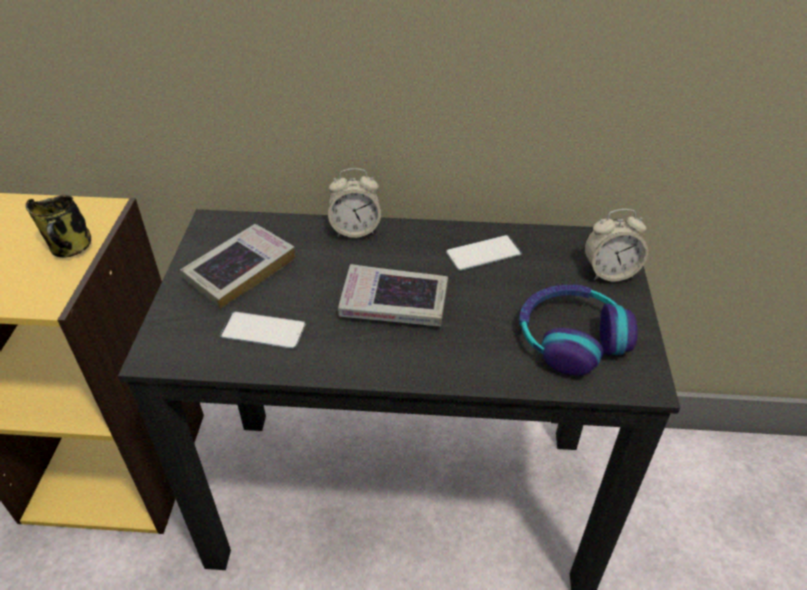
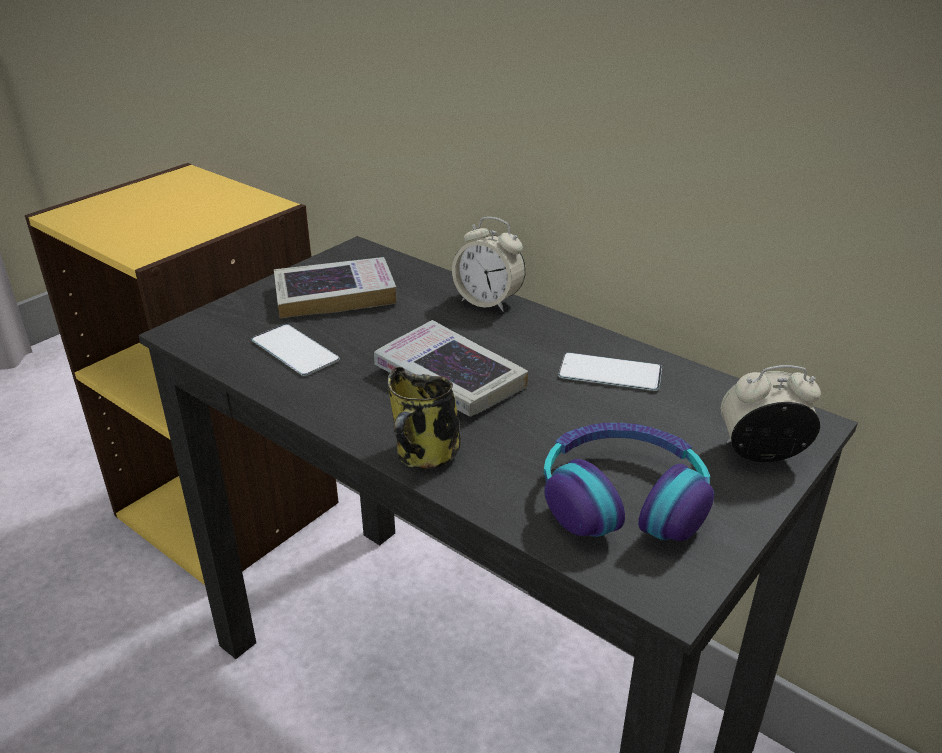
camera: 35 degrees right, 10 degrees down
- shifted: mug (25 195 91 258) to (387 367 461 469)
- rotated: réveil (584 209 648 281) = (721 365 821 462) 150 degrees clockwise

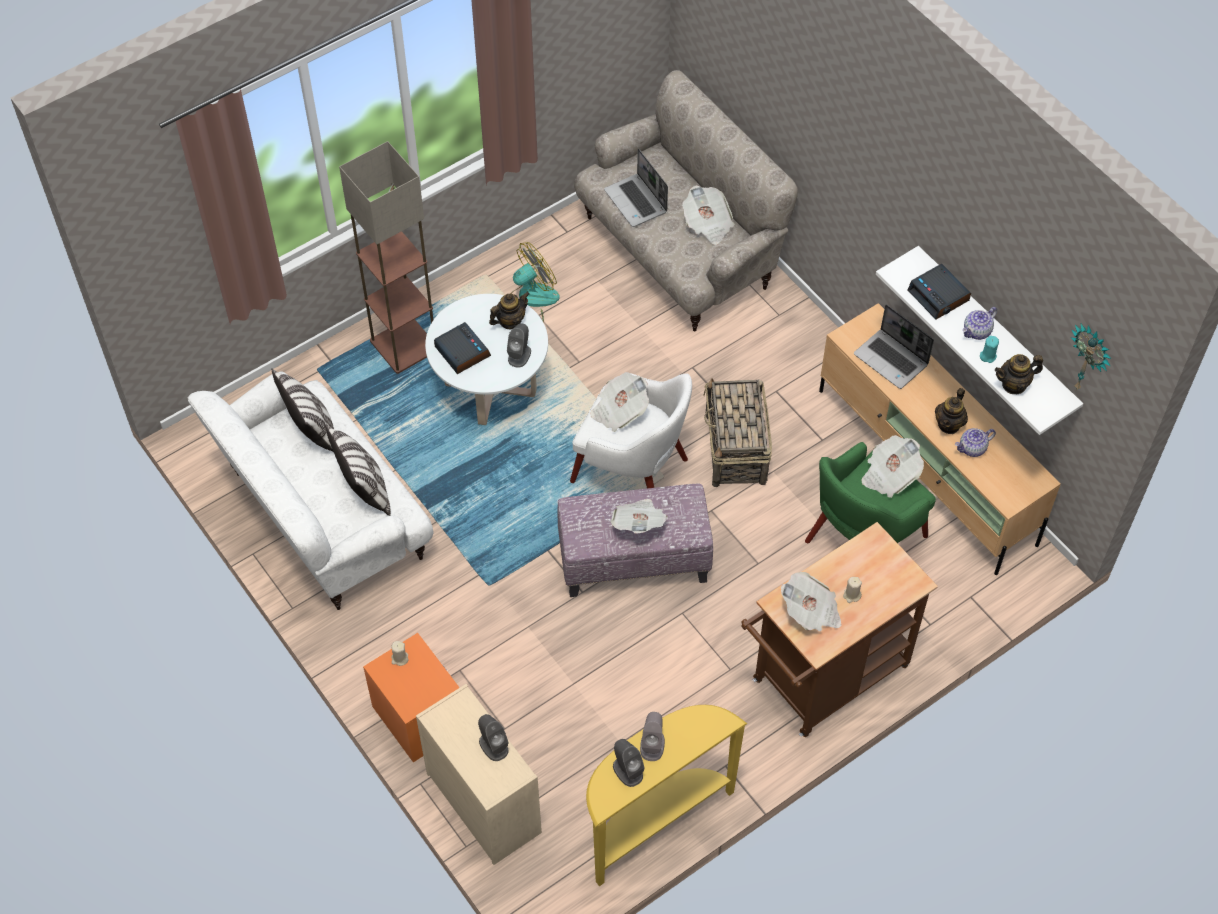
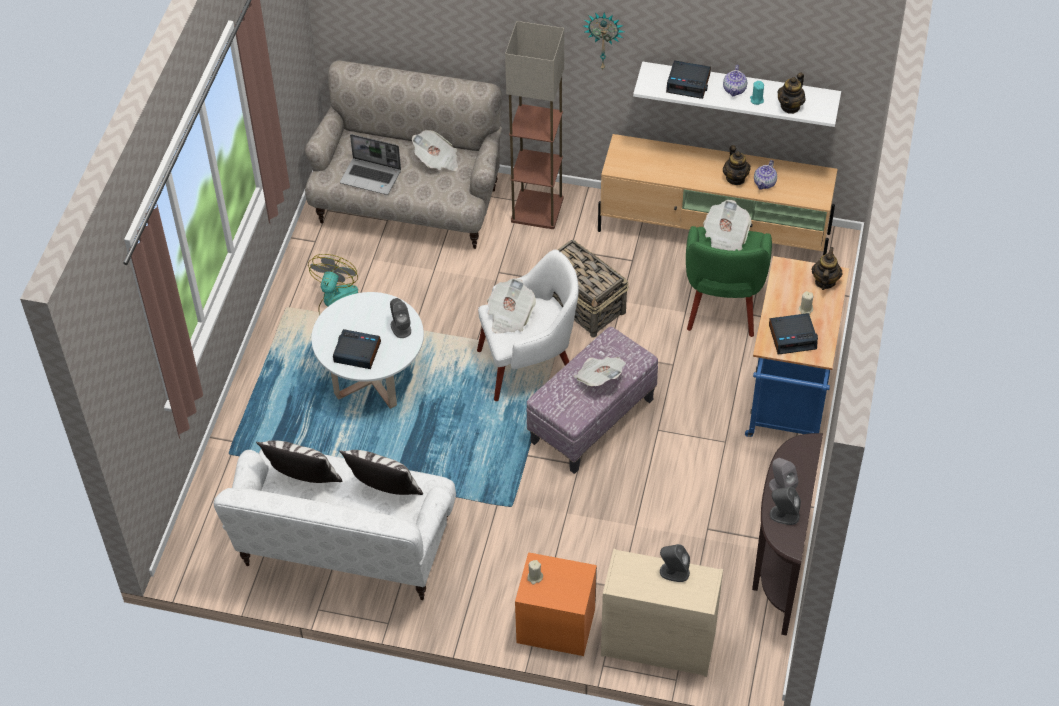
camera: 40 degrees left, 5 degrees down
- shifted: lampadaire (339 141 433 374) to (505 21 564 229)
- shifted: théière (489 292 530 329) to (812 247 842 290)
- repainted: table console [jaune] (586 705 747 886) to table console [marron] (752 433 823 636)
- repainted: chariot [marron] (741 522 938 737) to chariot [bleu] (745 256 849 437)
- swapped: journal (781 572 842 631) to réveil (769 313 818 355)
- gone: ordinateur portable (854 305 934 389)
- shifted: horloge murale (1071 323 1111 390) to (584 12 624 70)

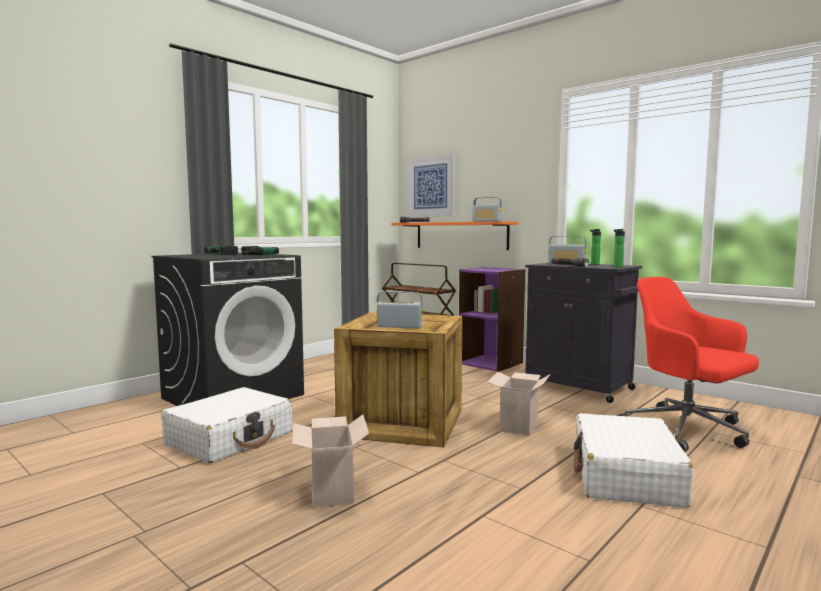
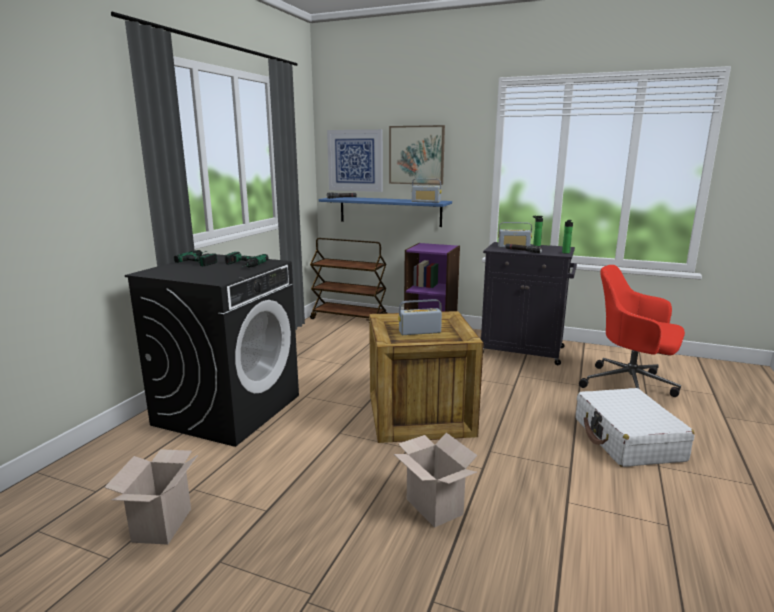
camera: 20 degrees left, 10 degrees up
- gone: valise [blanc] (161 387 292 463)
- repainted: étagère [orange] (391 221 519 250) to étagère [bleu] (319 197 452 227)
- shifted: carton (488 372 550 436) to (104 449 198 545)
- new: tableau (389 125 445 185)

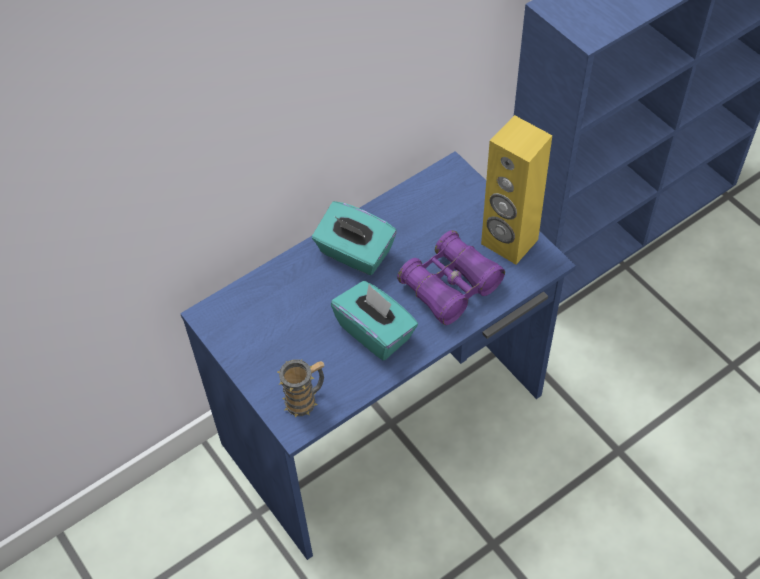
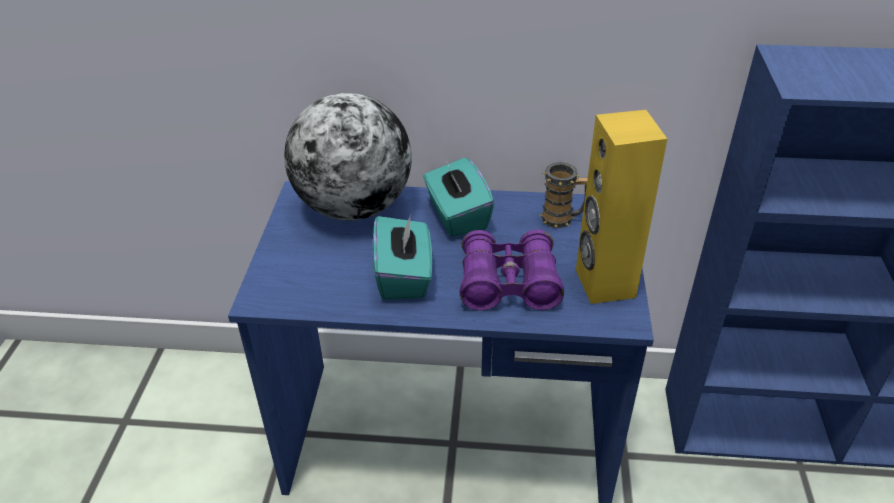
camera: 40 degrees right, 15 degrees down
- shifted: mug (278 360 325 417) to (540 162 588 228)
- new: globe (284 93 412 221)

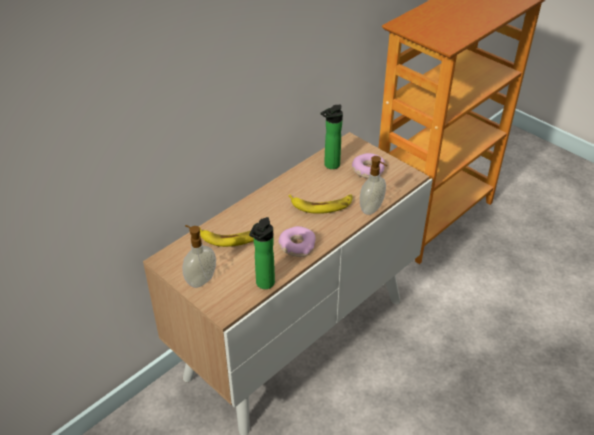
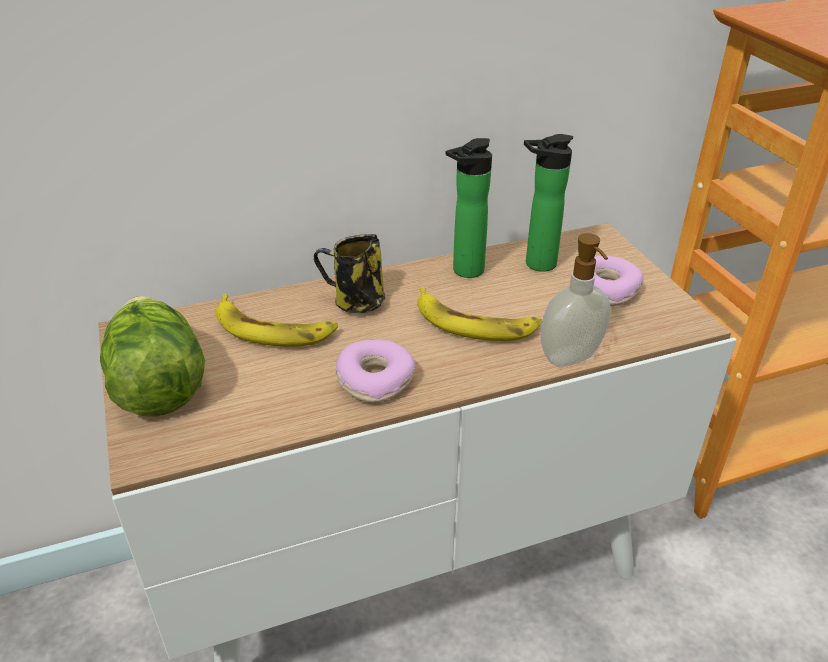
camera: 25 degrees right, 5 degrees down
- swapped: distributeur de savon (182 225 216 288) to laitue (100 296 205 416)
- shifted: bouteille (249 217 275 289) to (445 138 492 278)
- new: mug (314 234 385 313)

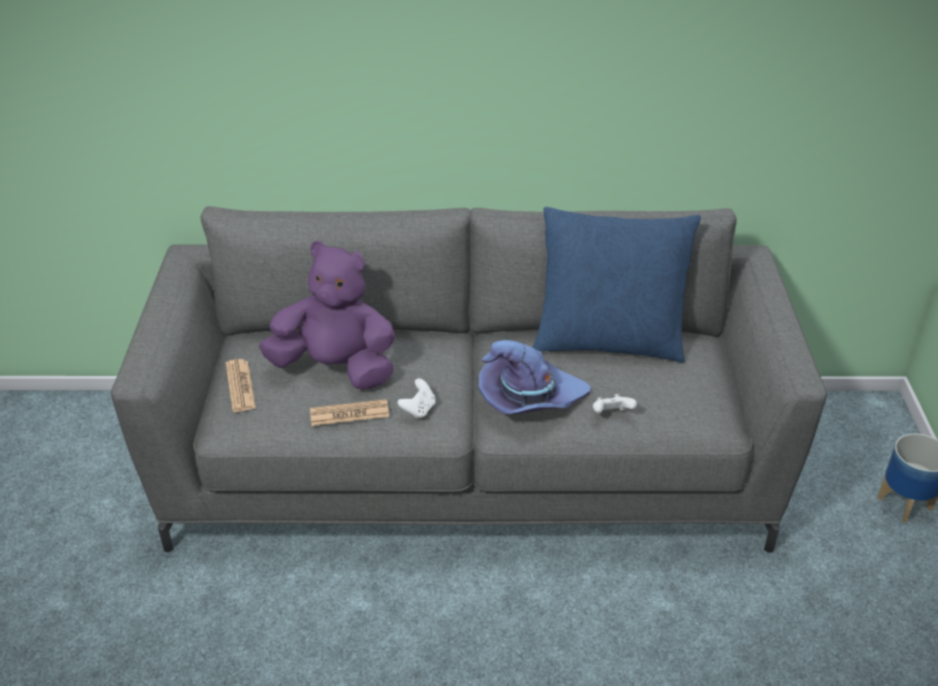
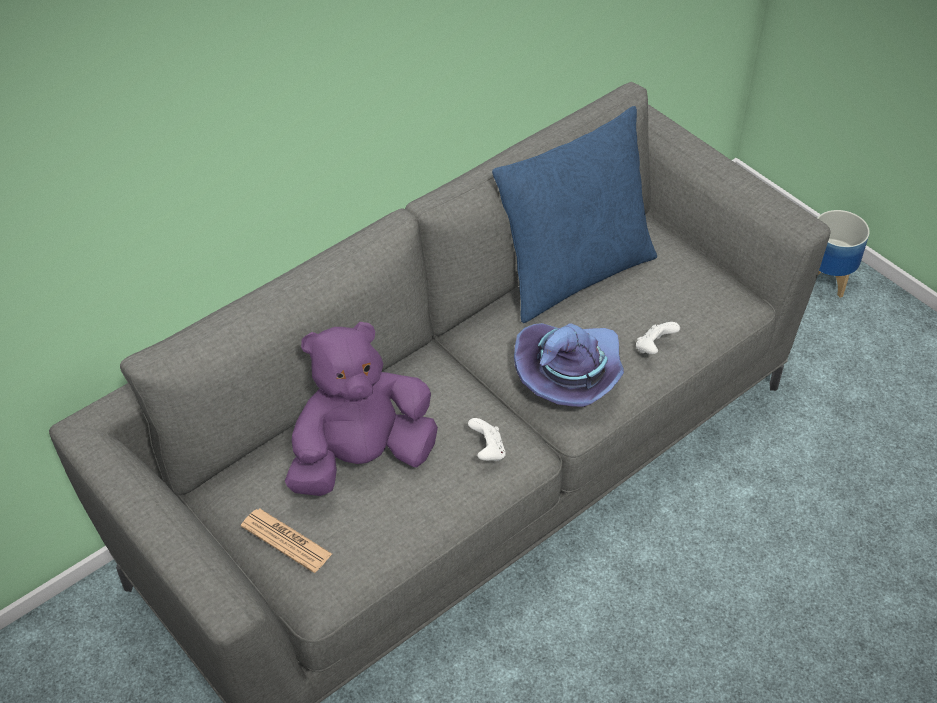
camera: 40 degrees left, 10 degrees up
- gone: journal (310 399 390 426)

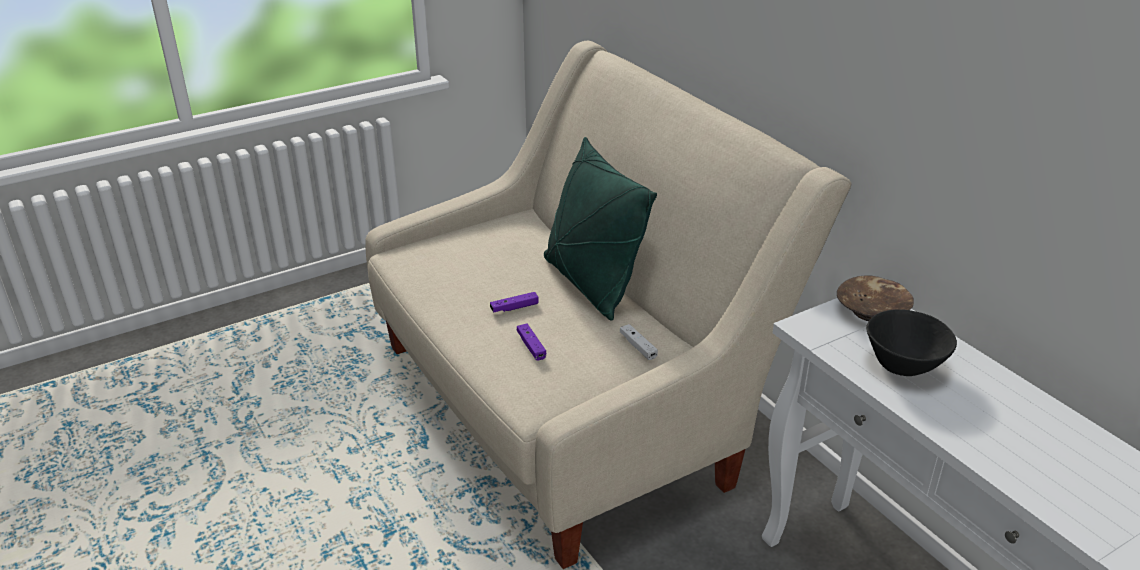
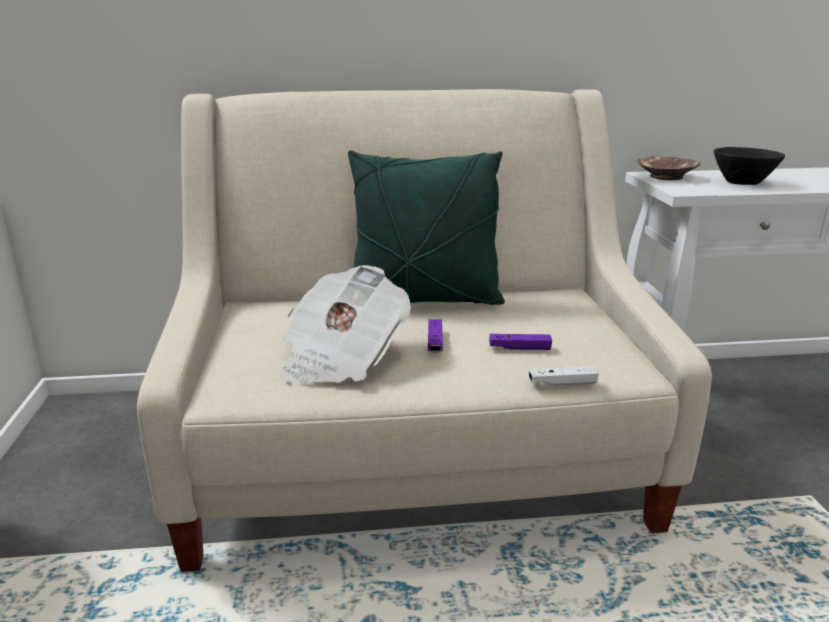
camera: 65 degrees left, 10 degrees down
- shifted: manette [blanc] (620 324 658 360) to (529 366 599 386)
- new: journal (281 265 411 384)

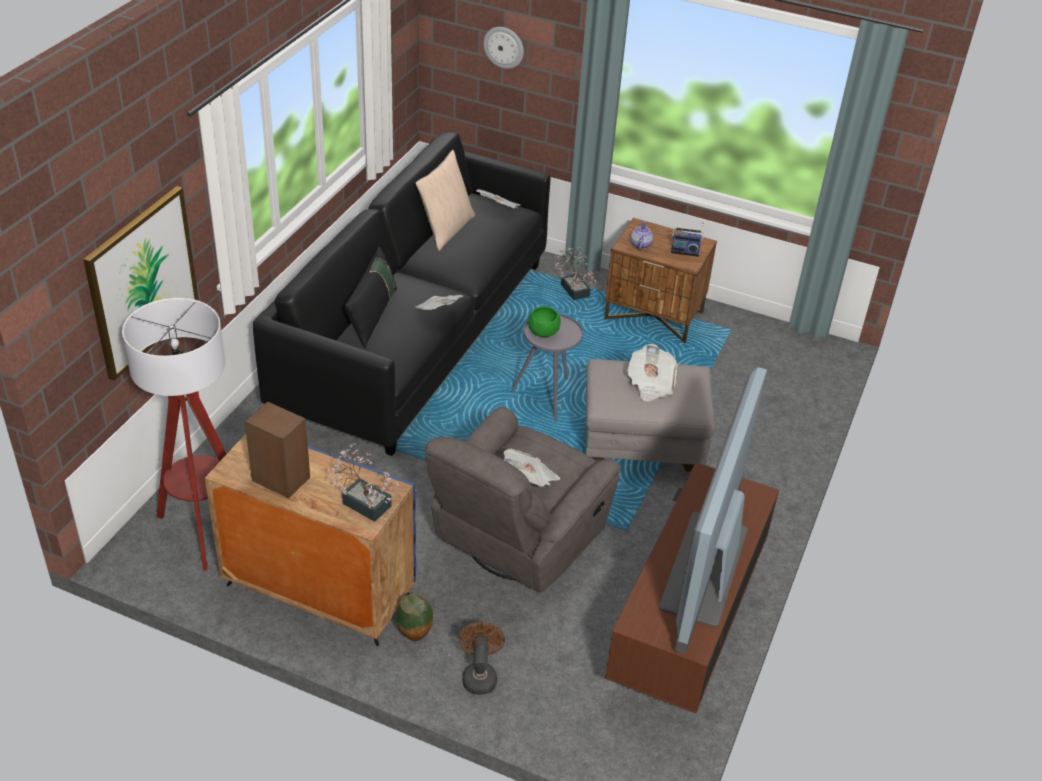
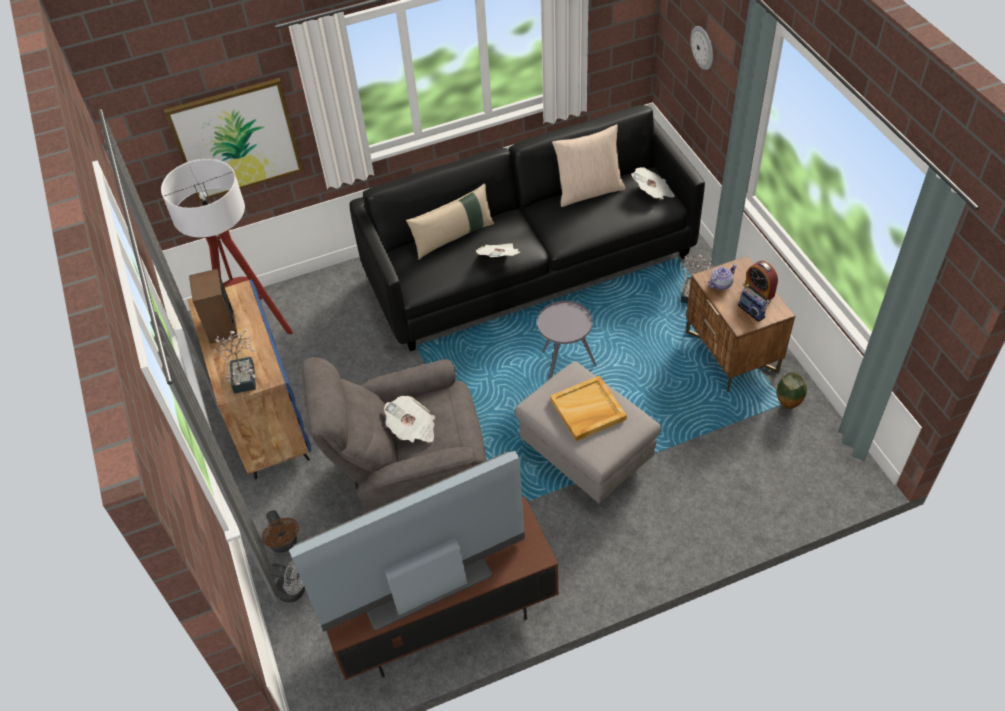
camera: 50 degrees right, 10 degrees up
- repainted: coussin [noir] (345 247 397 348) to coussin [beige] (406 183 495 260)
- shifted: vase (396 593 433 641) to (777 372 807 409)
- rotated: ventilateur [marron] (458 622 505 695) = (262 510 299 553) 105 degrees clockwise
- gone: bol [vert] (528 306 561 337)
- swapped: journal (627 344 678 401) to plateau [beige] (550 375 627 441)
- new: ventilateur [gris] (269 559 305 603)
- new: réveil (745 261 778 302)

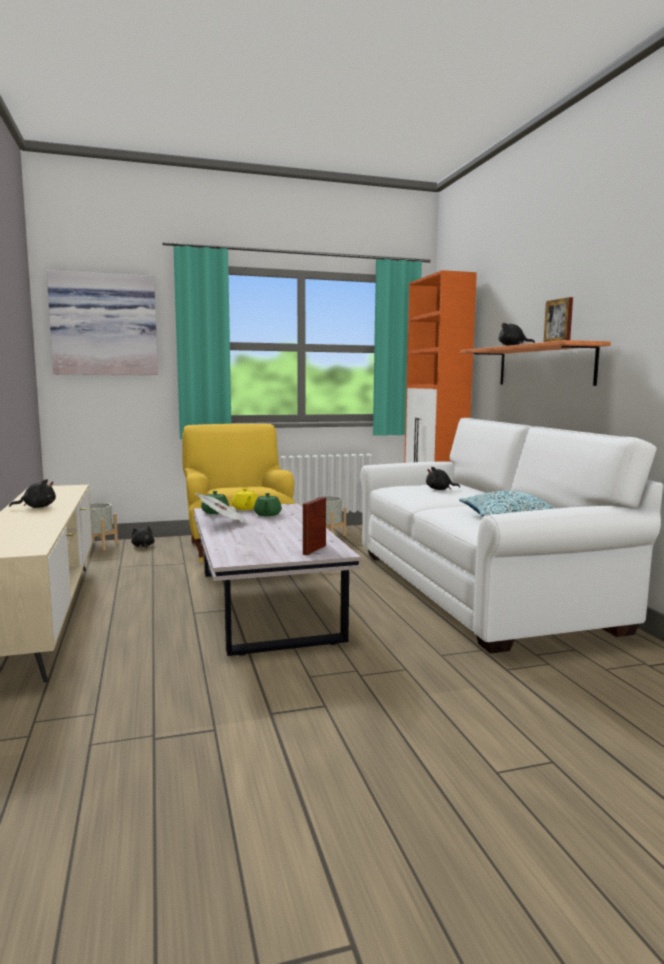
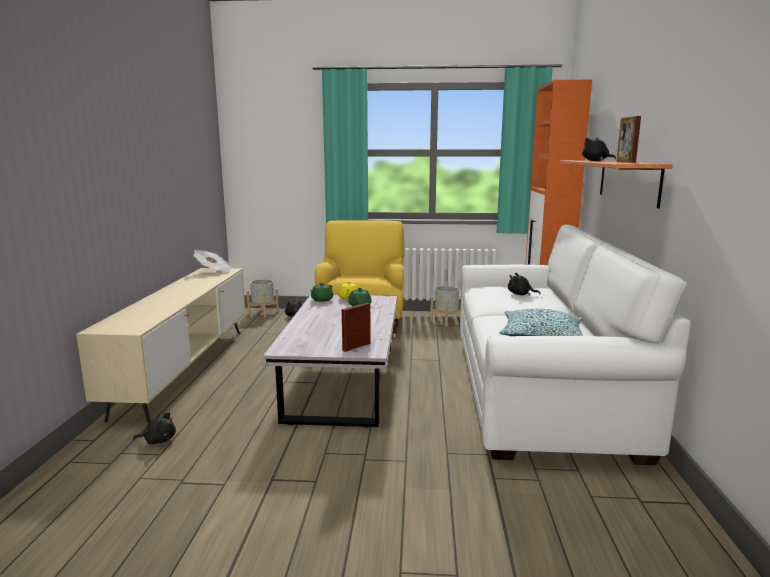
camera: 20 degrees right, 5 degrees up
- shifted: peluche [noir] (9 479 56 508) to (133 413 176 445)
- gone: tableau (47 270 158 375)
- shifted: journal (195 493 250 524) to (194 250 232 274)

